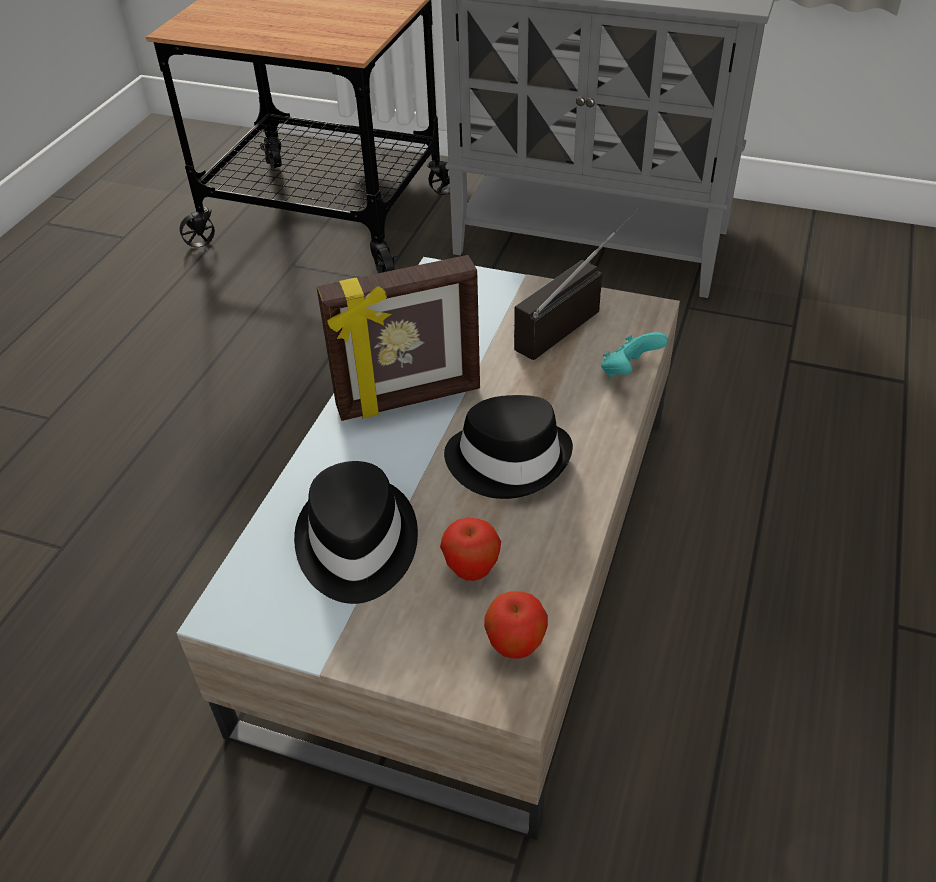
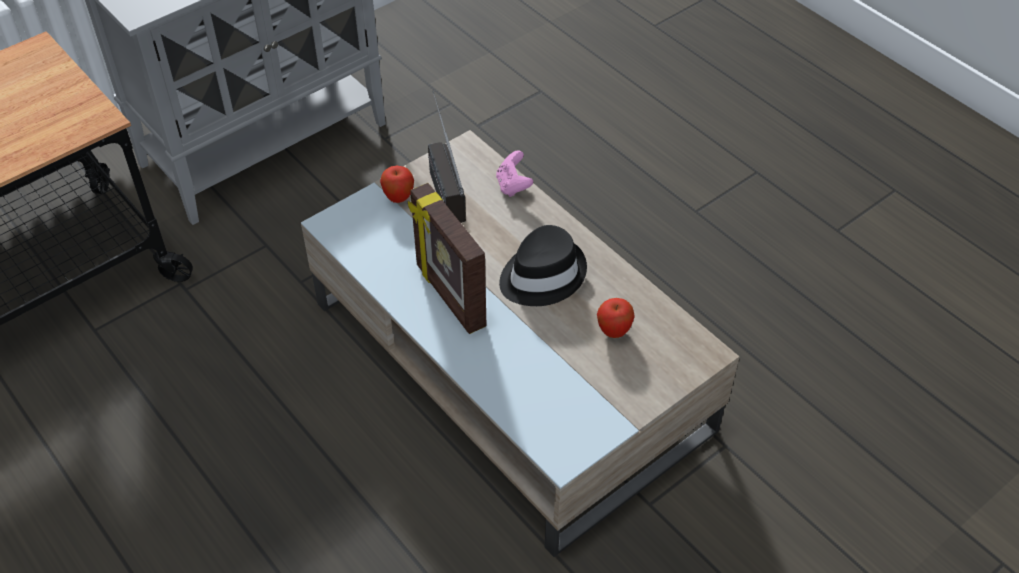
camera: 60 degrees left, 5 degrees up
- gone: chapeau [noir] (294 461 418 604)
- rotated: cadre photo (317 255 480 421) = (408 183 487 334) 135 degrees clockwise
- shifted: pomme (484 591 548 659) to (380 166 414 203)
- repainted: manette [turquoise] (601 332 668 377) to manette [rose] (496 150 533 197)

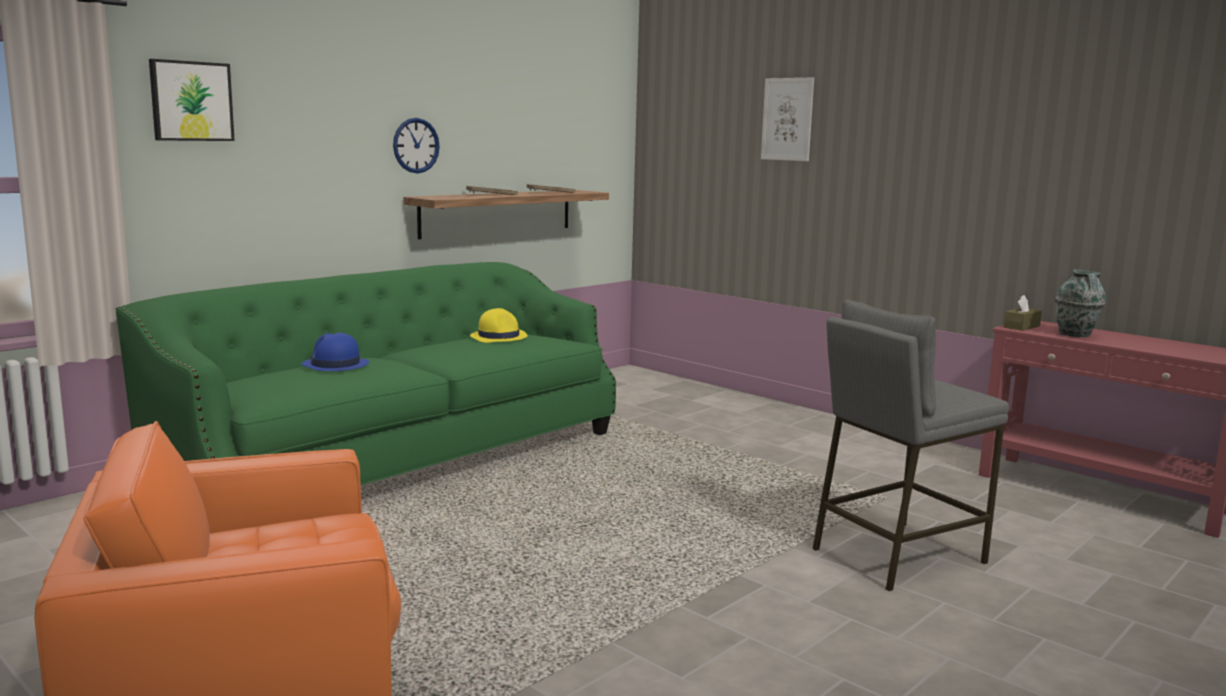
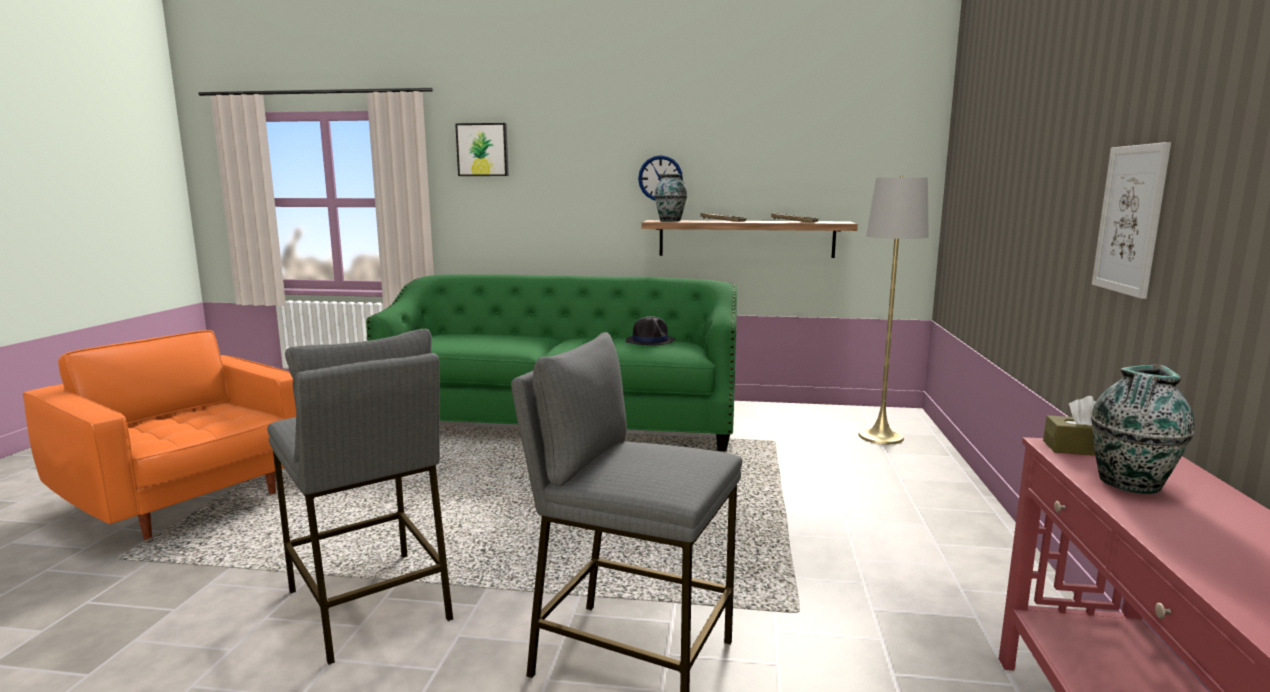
camera: 55 degrees right, 0 degrees up
- gone: chapeau [bleu] (301 333 369 371)
- repainted: chapeau [jaune] (470 308 528 343) to chapeau [noir] (626 316 675 345)
- shifted: tableau (761 78 814 161) to (1092 142 1171 299)
- new: tabouret [gris] (267 329 453 665)
- new: vase (654 174 687 222)
- new: lampadaire [gris] (858 175 929 444)

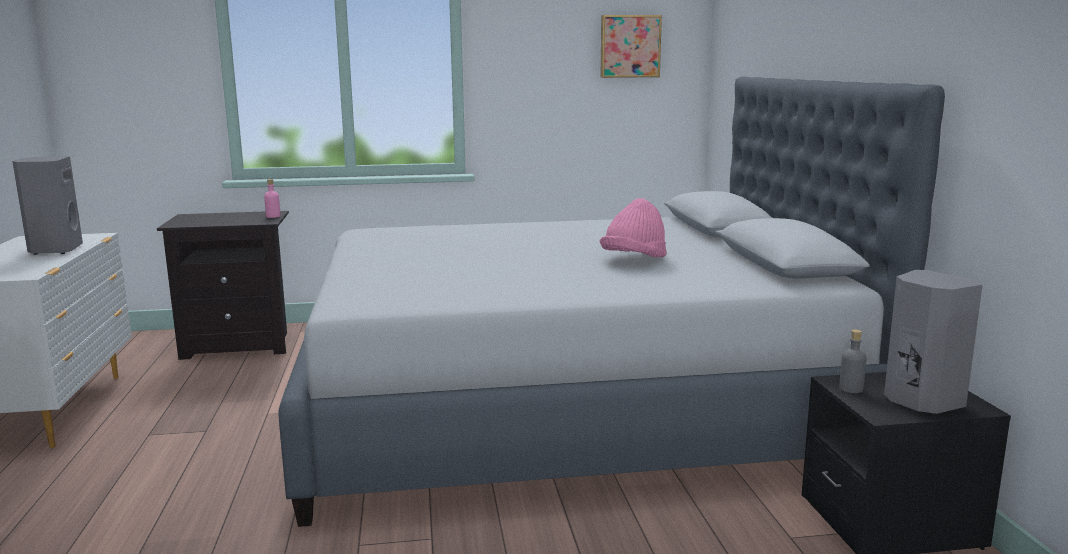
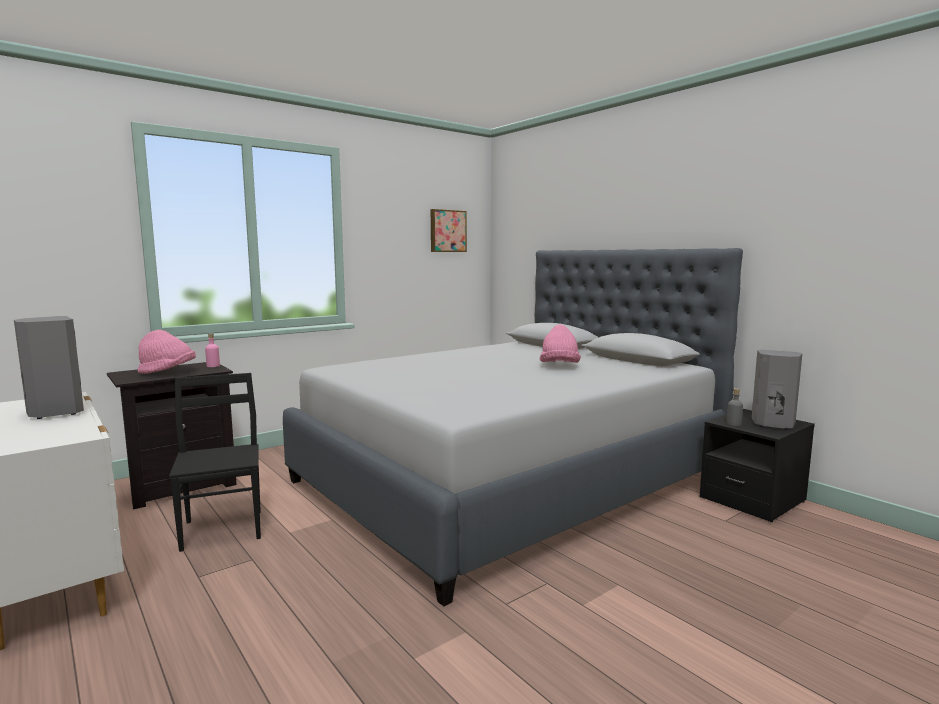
camera: 30 degrees left, 5 degrees down
- new: chapeau [rose] (138 330 196 374)
- new: chaise [noir] (169 373 261 552)

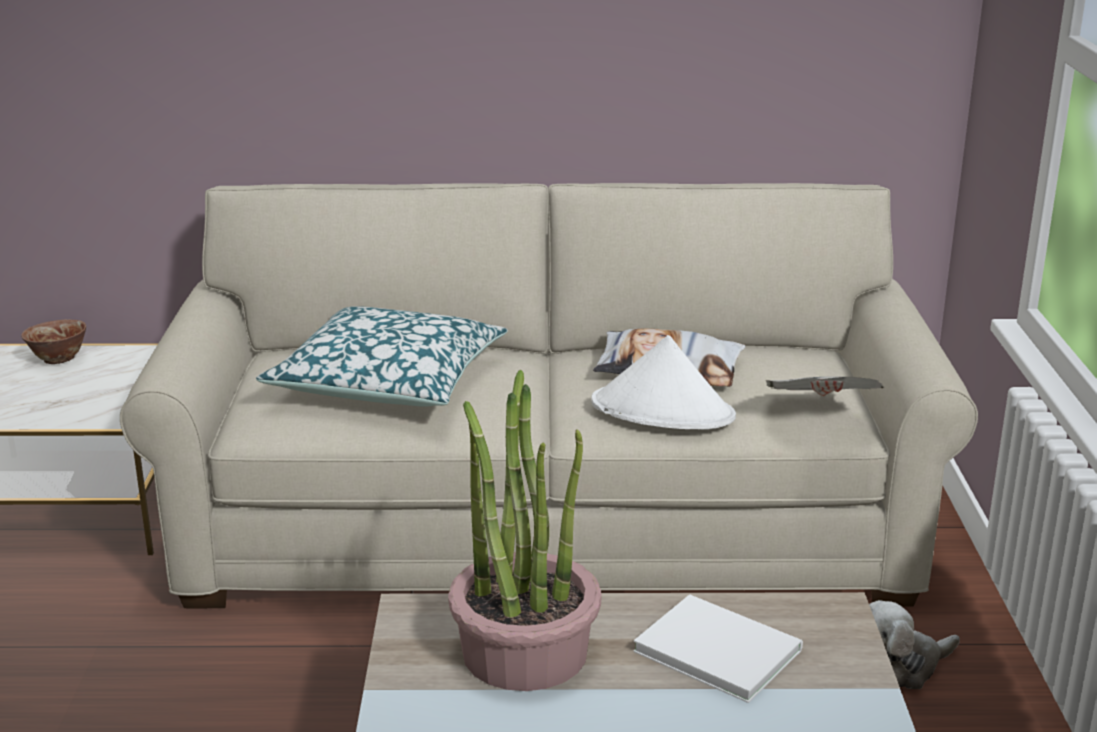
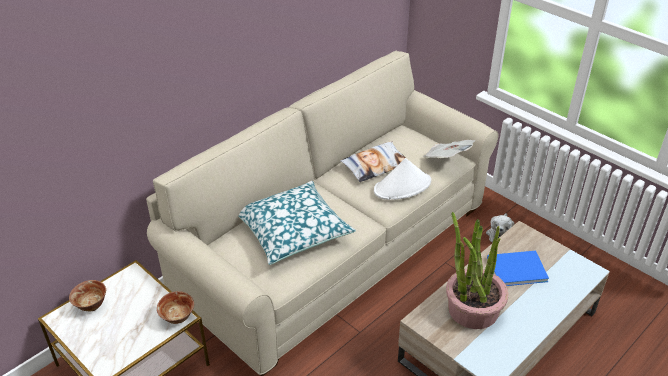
camera: 45 degrees left, 15 degrees up
- repainted: livre [blanc] (633 594 803 703) to livre [bleu] (487 251 549 286)
- new: bol (157 291 194 324)

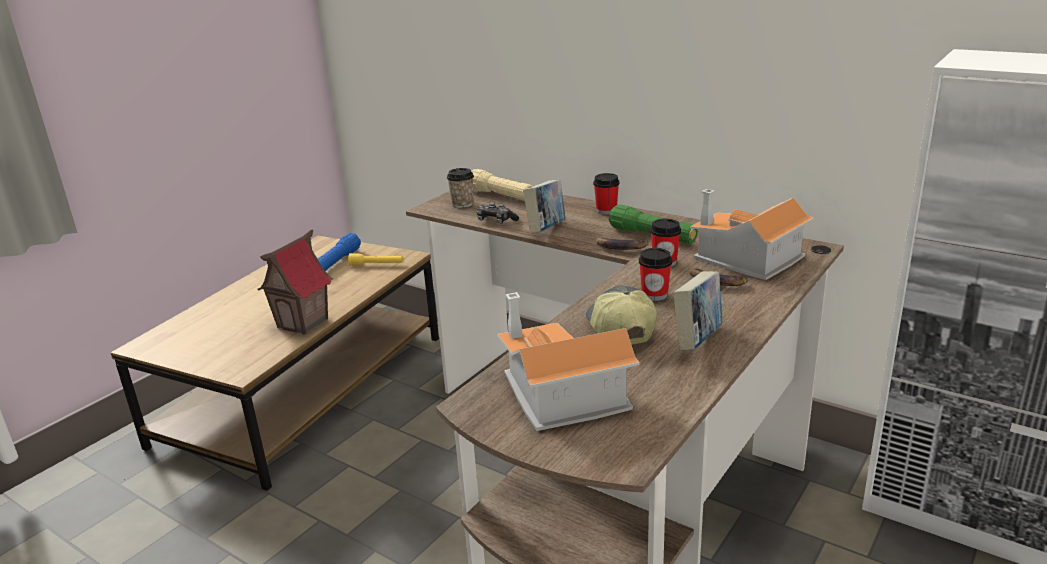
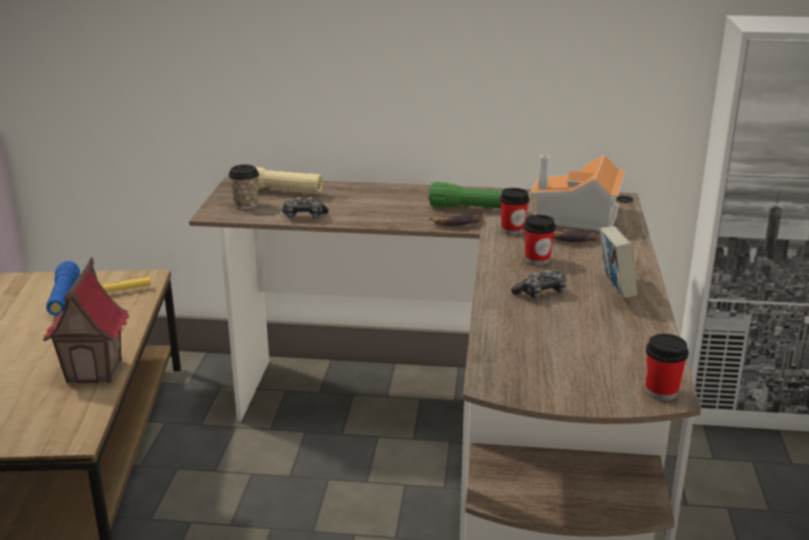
camera: 30 degrees left, 0 degrees up
- gone: maison miniature (497 292 640 431)
- gone: livre (523 180 565 233)
- swapped: casquette (586 286 657 345) to manette (511 269 566 299)
- shifted: tasse (593 173 619 215) to (646 334 689 401)

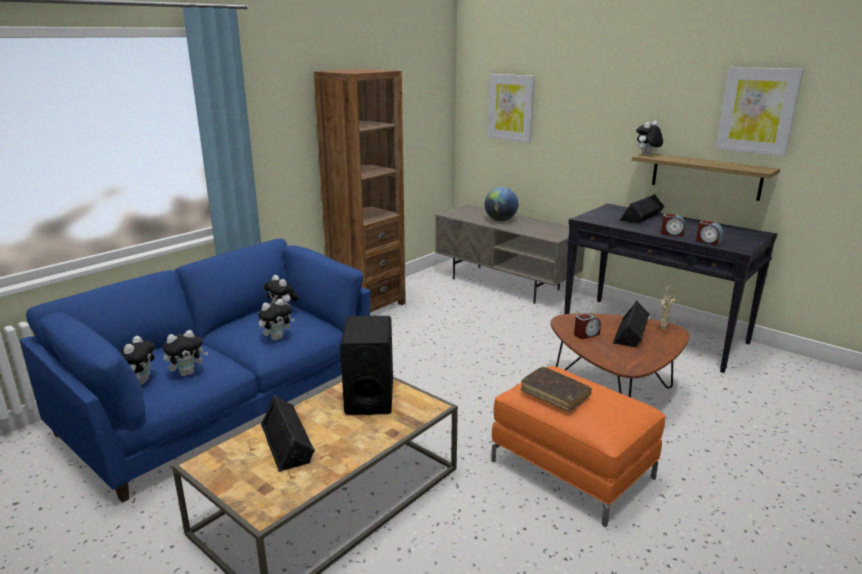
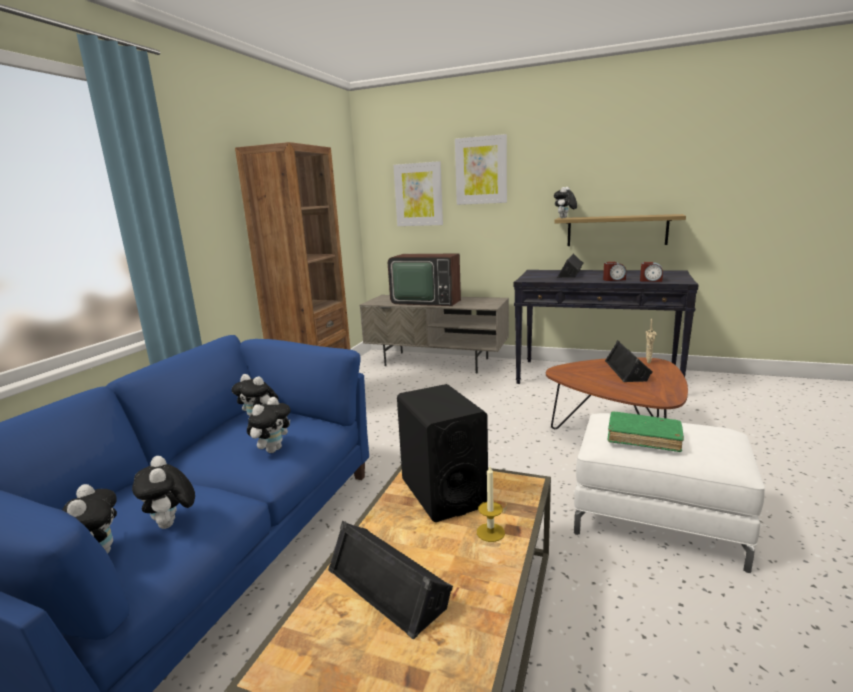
camera: 20 degrees left, 5 degrees down
- rotated: peluche (162 330 209 376) = (132 456 195 529) 120 degrees clockwise
- swapped: globe (484 187 518 221) to téléviseur (388 254 461 306)
- repainted: pouf [orange] (491 366 665 527) to pouf [blanc] (574 413 765 573)
- repainted: livre [marron] (520 367 592 412) to livre [vert] (608 411 684 452)
- gone: réveil (574 313 601 339)
- shifted: tableau (715 67 804 156) to (455 134 507 205)
- new: bougie (477 466 505 542)

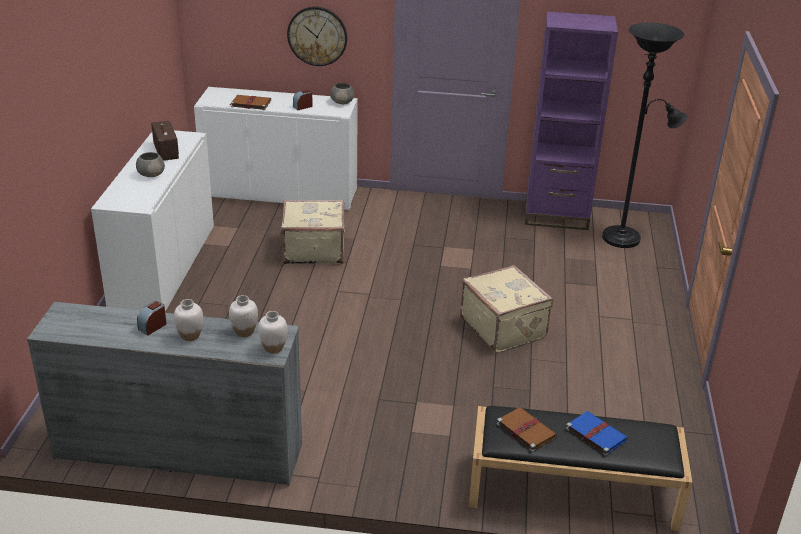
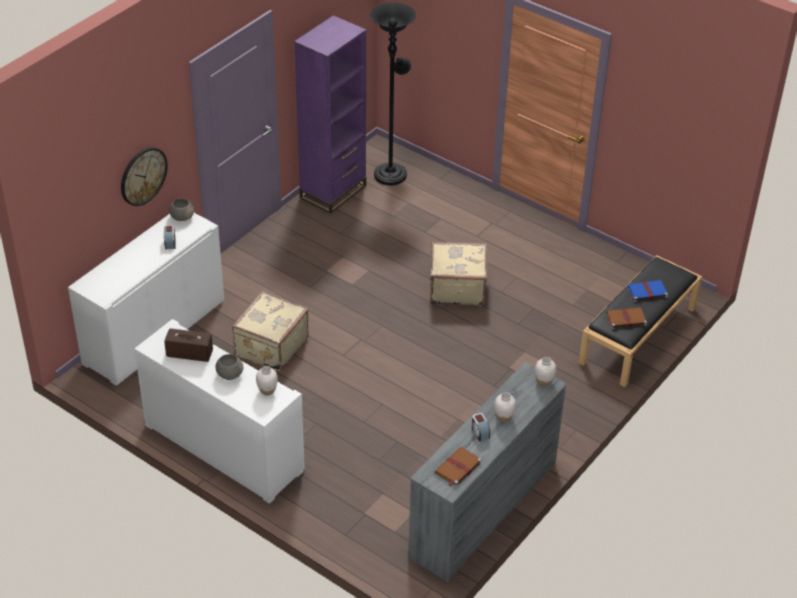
camera: 60 degrees left, 10 degrees up
- shifted: vase [blanc] (229 295 258 337) to (256 366 278 396)
- shifted: livre [marron] (230 95 271 110) to (435 447 482 487)

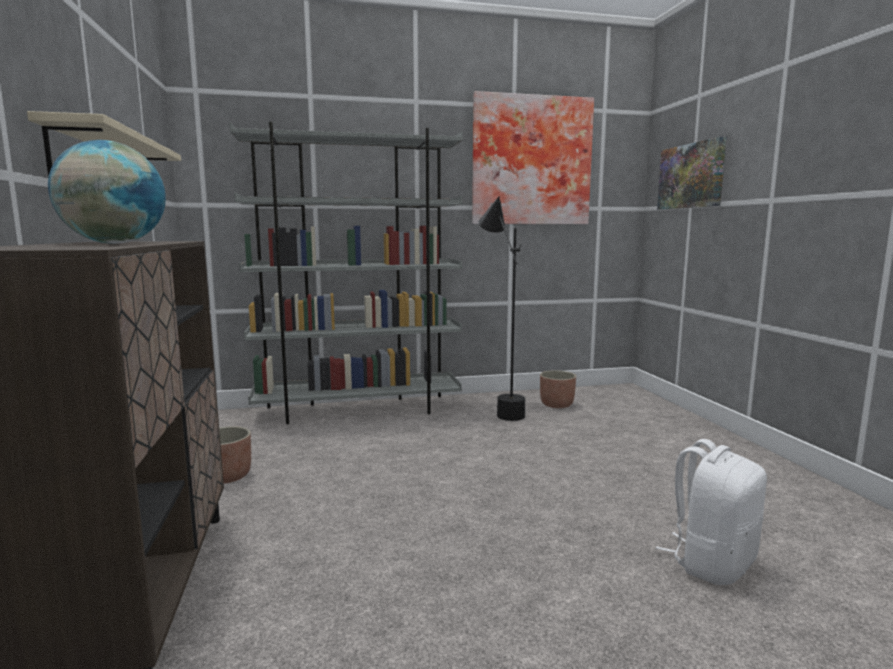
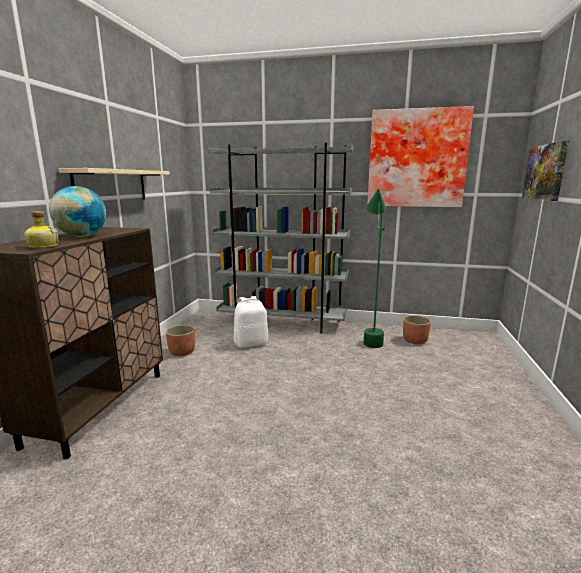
camera: 25 degrees right, 5 degrees up
- repainted: lampadaire [noir] (479 196 525 421) to lampadaire [vert] (363 189 386 348)
- shifted: sac à dos [blanc] (656 439 767 585) to (234 296 269 348)
- new: bouteille (24 211 58 248)

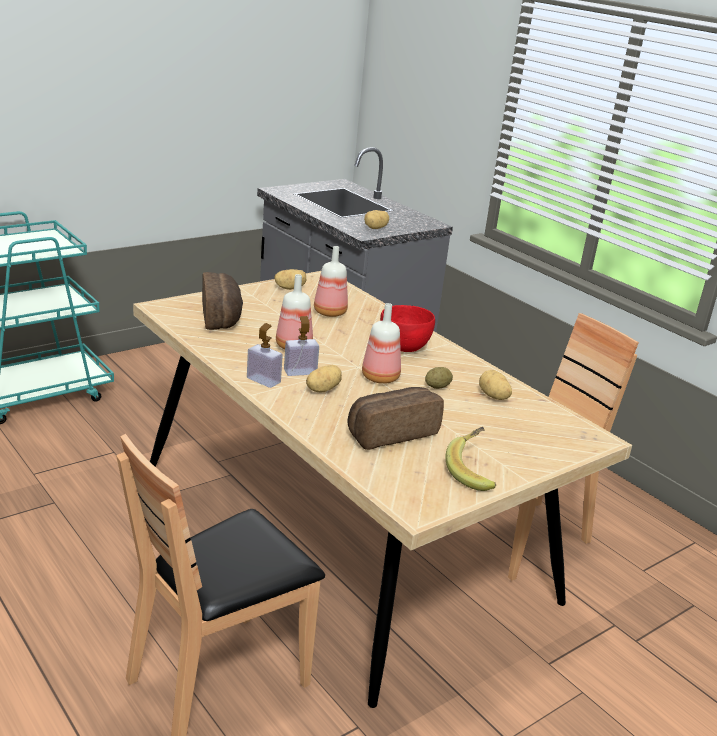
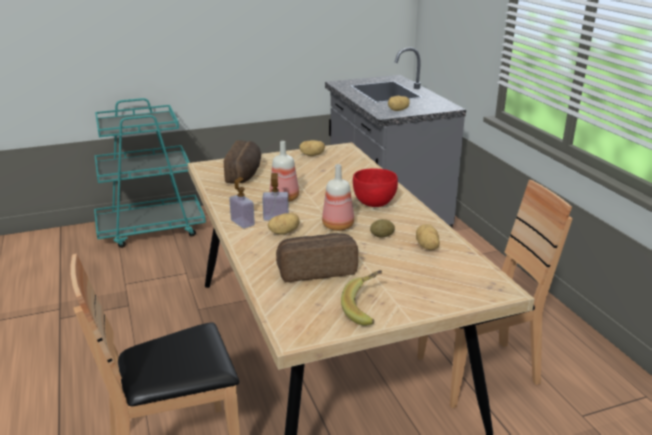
camera: 20 degrees right, 0 degrees up
- gone: bouteille (314 246 348 317)

